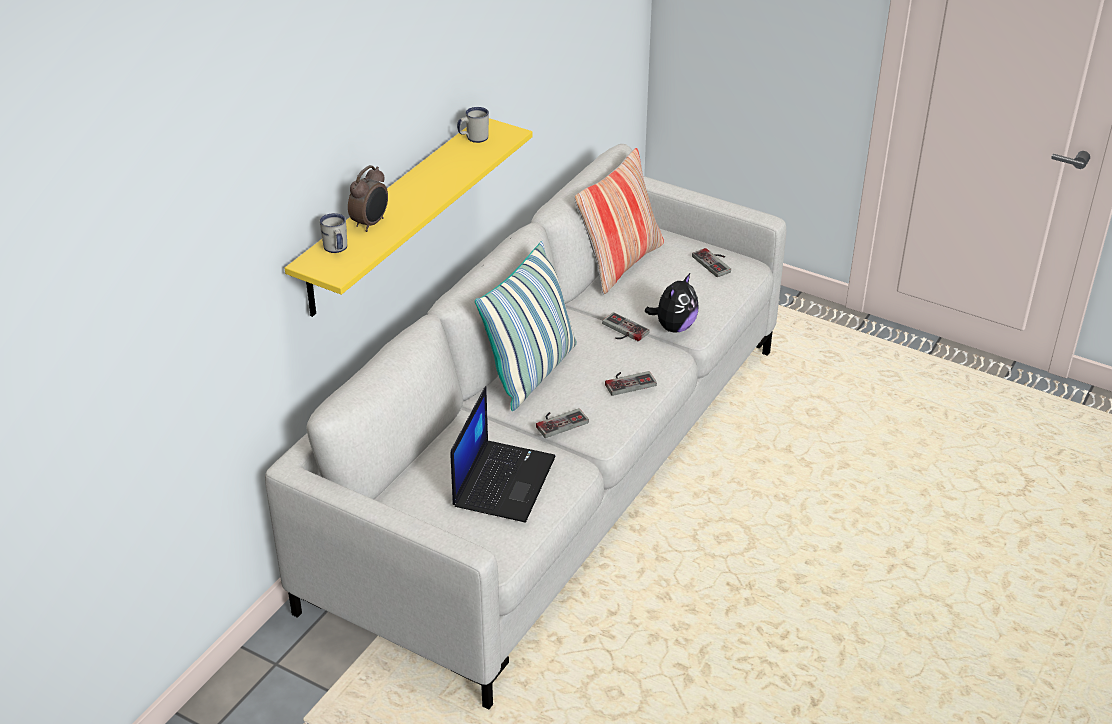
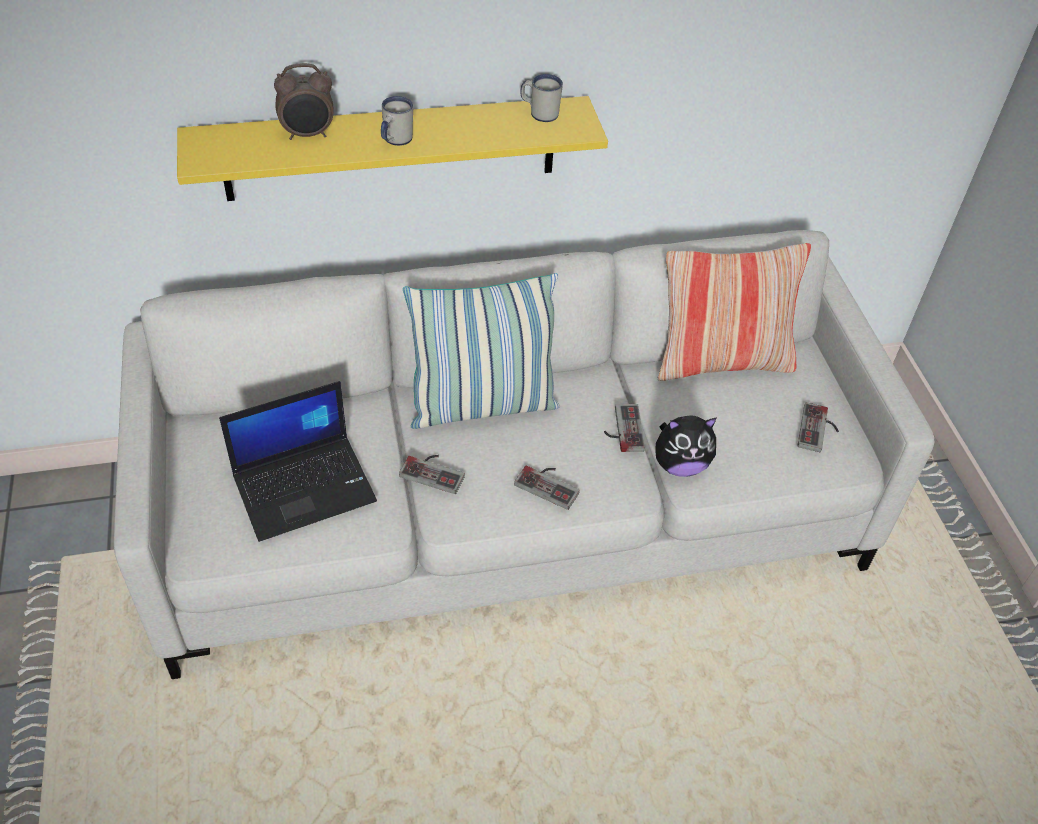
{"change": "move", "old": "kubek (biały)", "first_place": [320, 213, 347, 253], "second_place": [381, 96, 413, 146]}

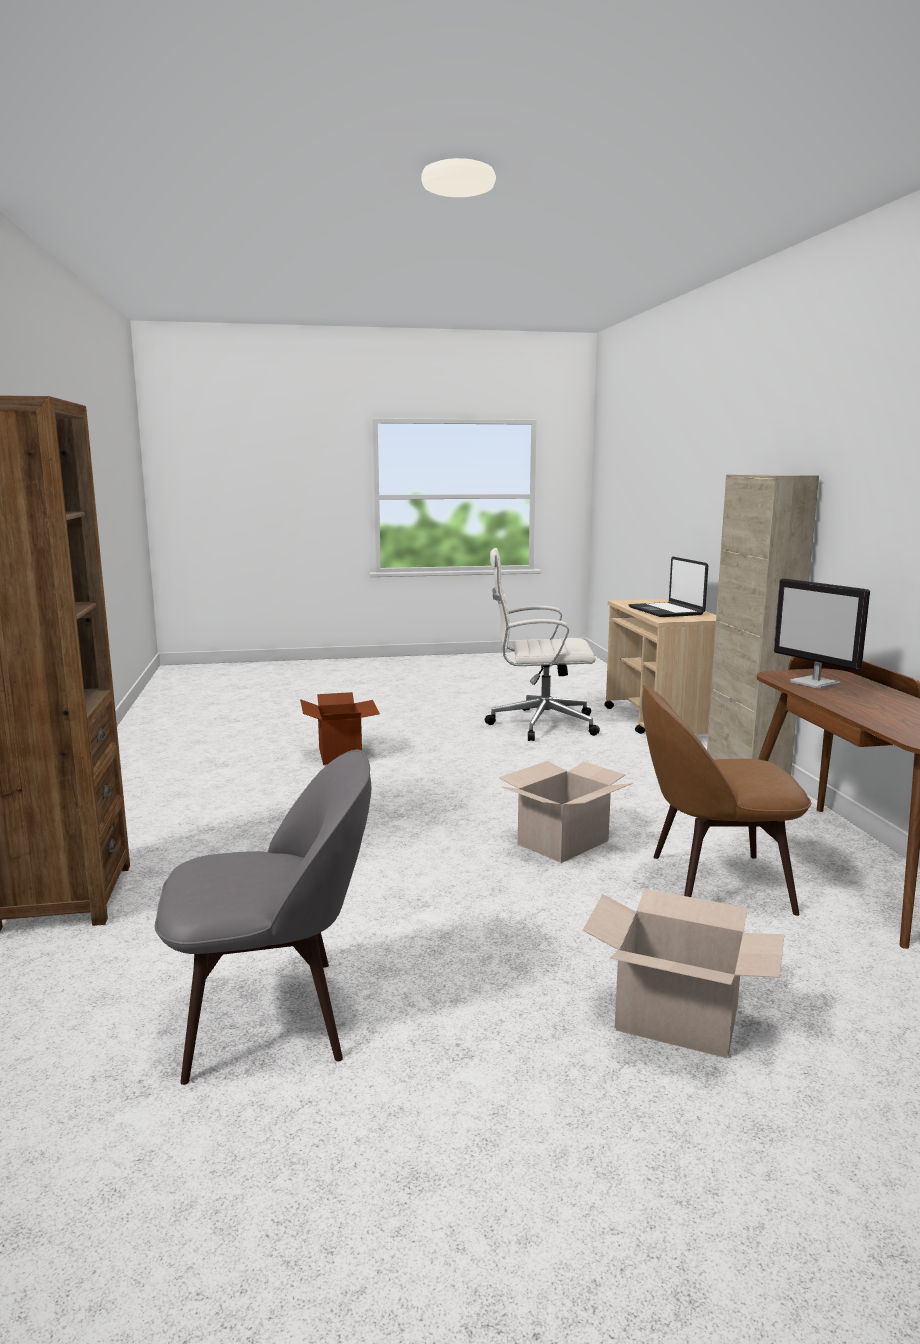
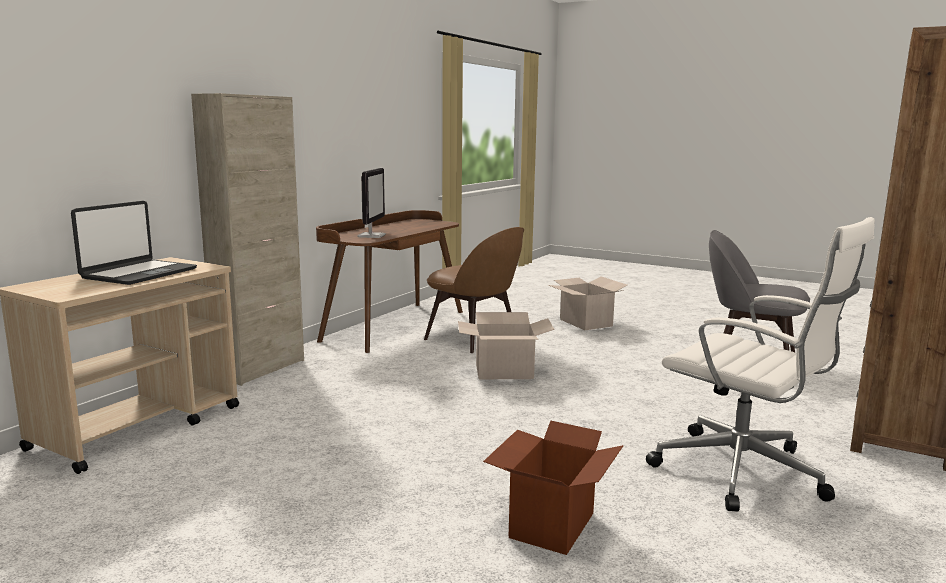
{"change": "move", "old": "krzesło biurowe (biały)", "first_place": [485, 548, 600, 741], "second_place": [646, 217, 875, 511]}

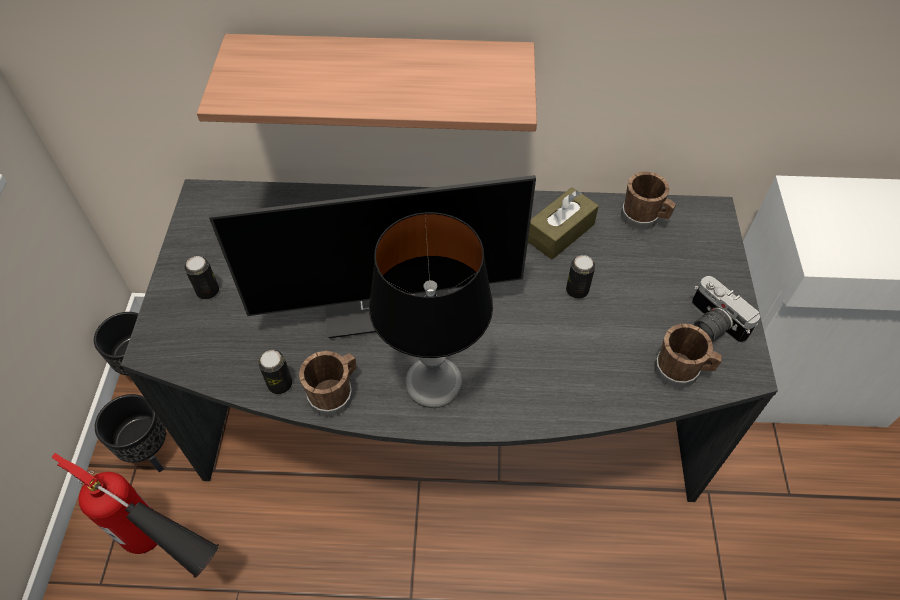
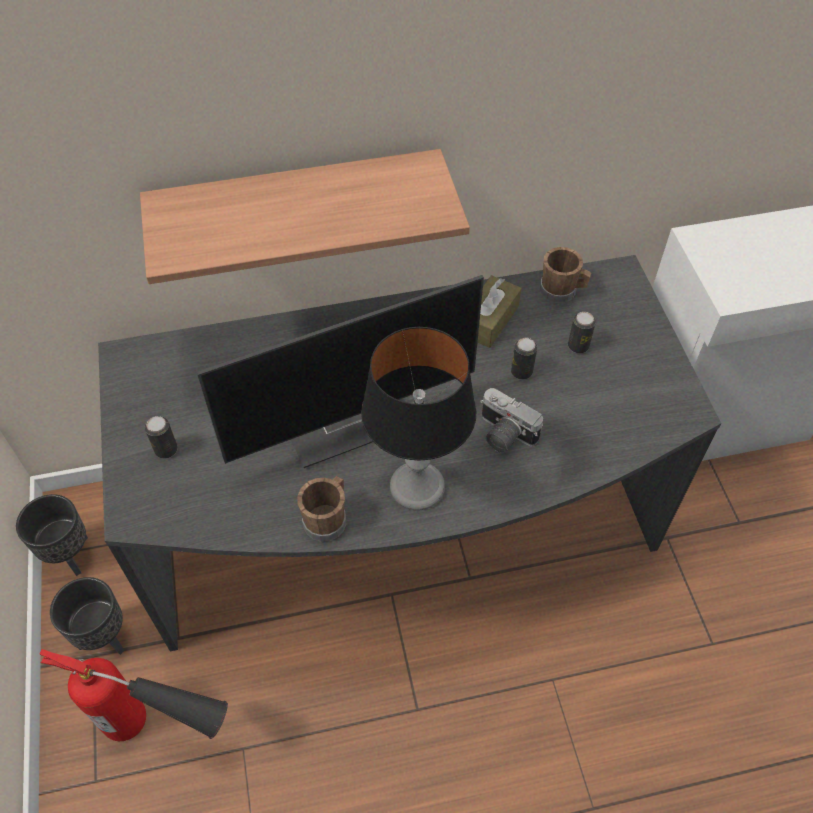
{"change": "delete", "old": "kubek (brązowy)", "first_place": [654, 324, 722, 389]}
{"change": "move", "old": "puszka", "first_place": [258, 350, 292, 394], "second_place": [568, 312, 596, 353]}
{"change": "move", "old": "aparat fotograficzny", "first_place": [692, 276, 760, 344], "second_place": [480, 388, 543, 453]}

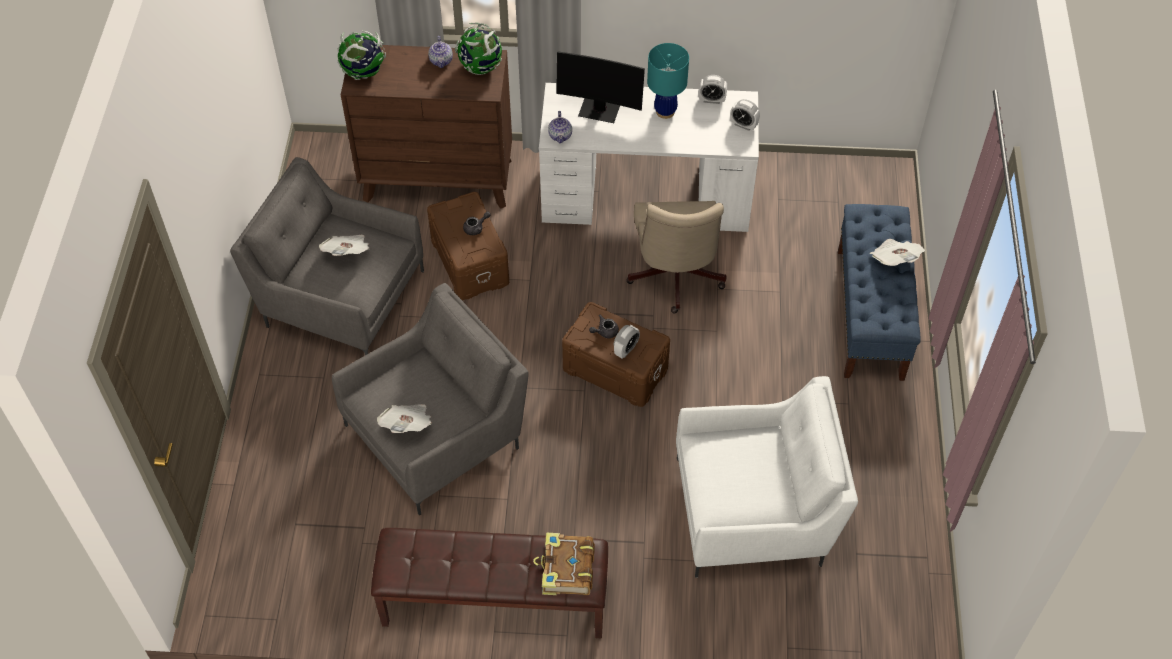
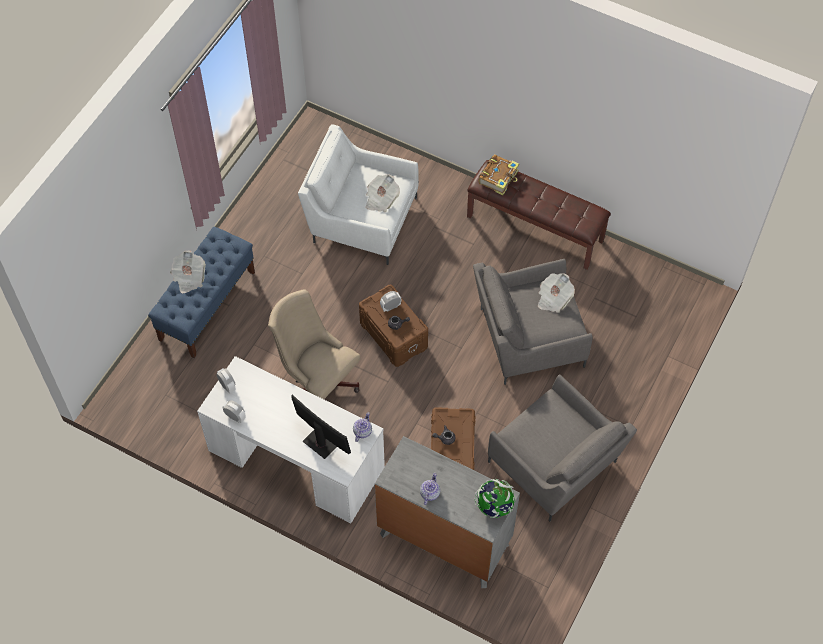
{"change": "delete", "old": "globus", "first_place": [455, 23, 502, 75]}
{"change": "delete", "old": "lampa stołowa (turkusowy)", "first_place": [647, 43, 689, 119]}
{"change": "move", "old": "gazeta", "first_place": [319, 234, 370, 256], "second_place": [366, 174, 400, 212]}
{"change": "recolor", "old": "komoda (brązowy)", "new": "komoda (szary)", "first_place": [341, 45, 512, 209], "second_place": [375, 436, 520, 588]}
{"change": "rotate", "old": "krzesło biurowe (beżowy)", "first_place": [626, 201, 727, 313], "second_place": [268, 289, 360, 400], "degrees": -75}

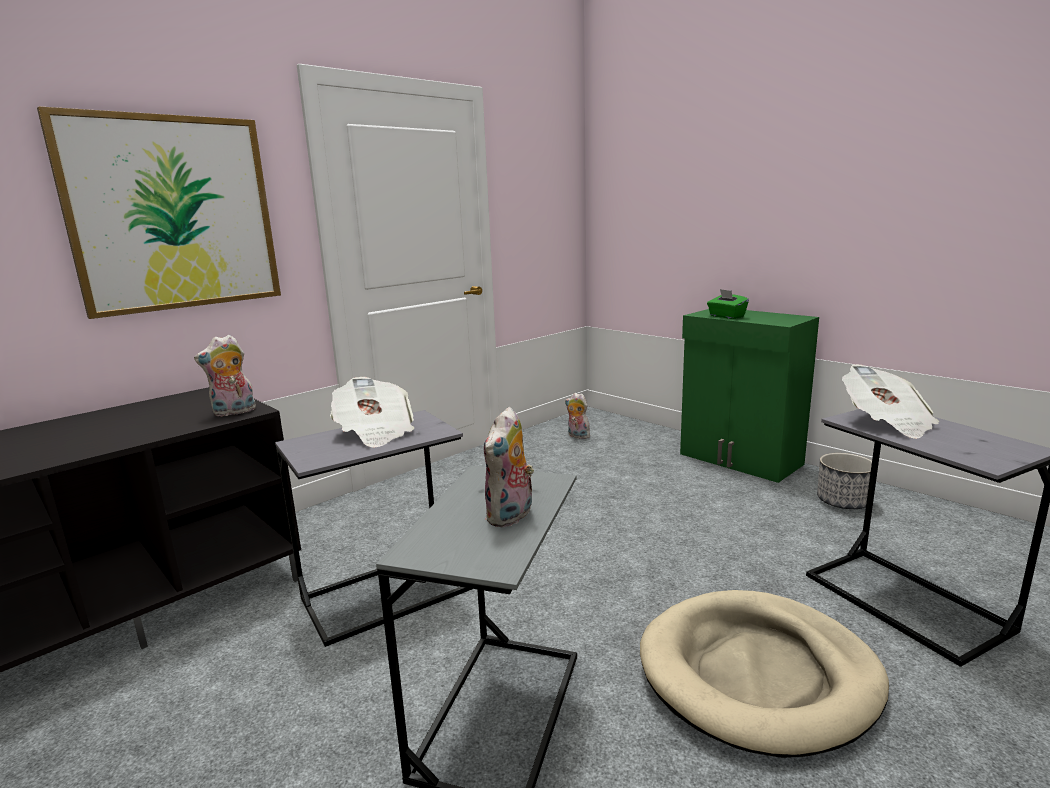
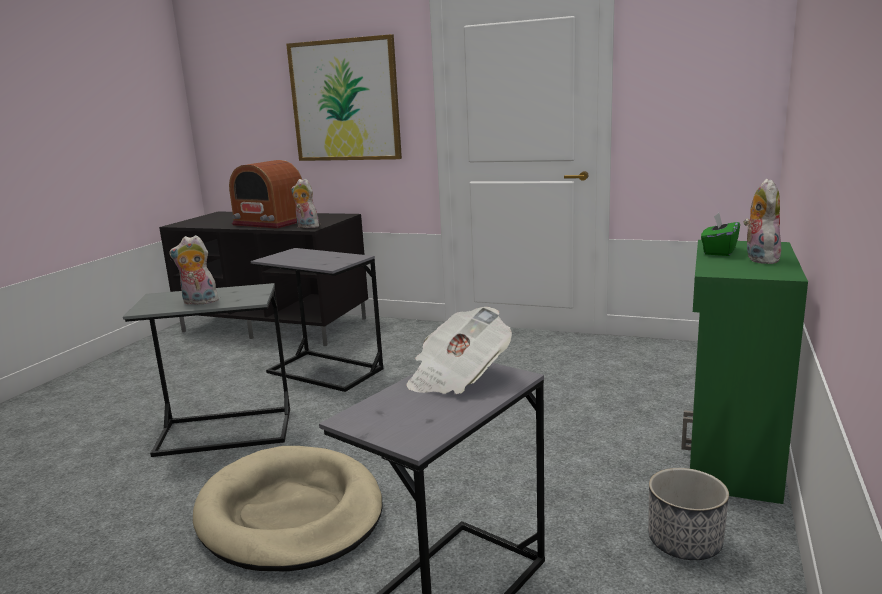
{"change": "delete", "old": "gazeta", "first_place": [330, 377, 414, 448]}
{"change": "insert", "new": "radio", "second_place": [229, 160, 302, 229]}
{"change": "move", "old": "pluszak", "first_place": [565, 393, 590, 439], "second_place": [743, 179, 781, 264]}

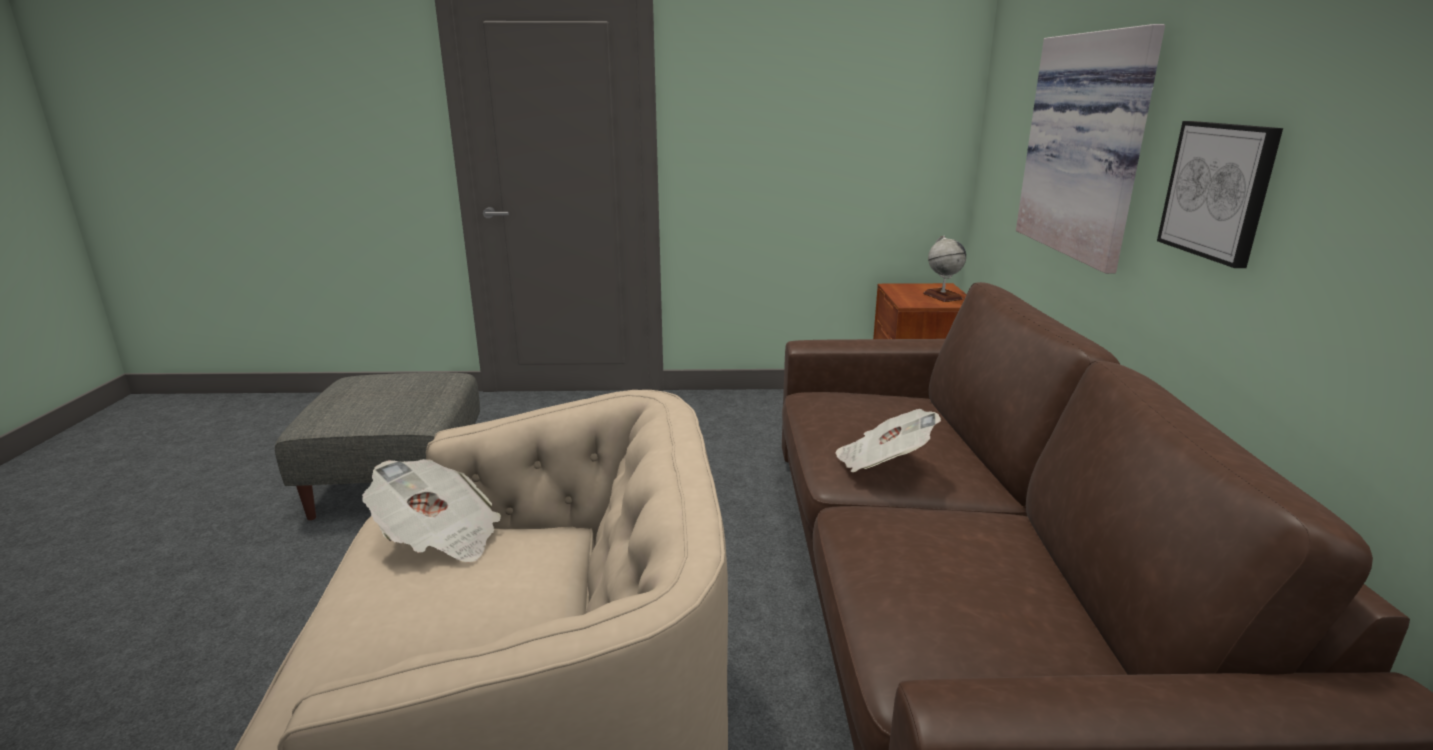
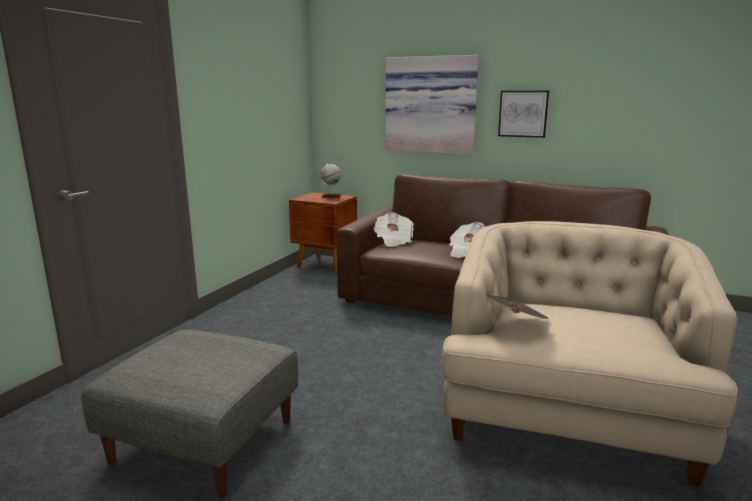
{"change": "insert", "new": "gazeta", "second_place": [373, 212, 414, 247]}

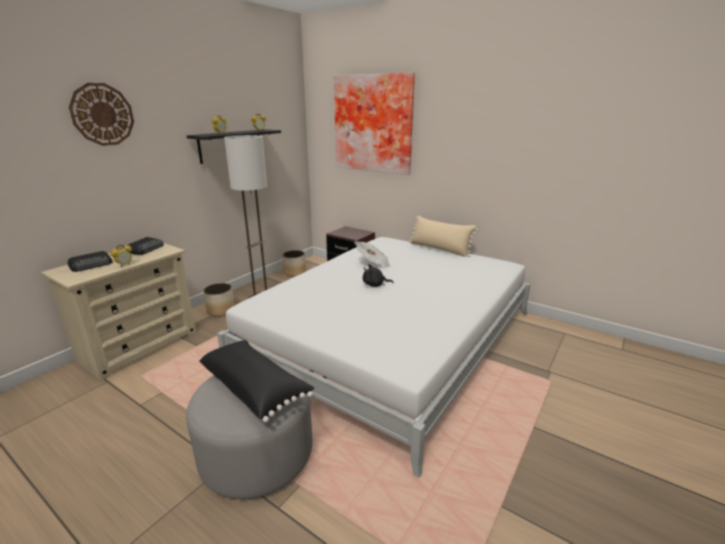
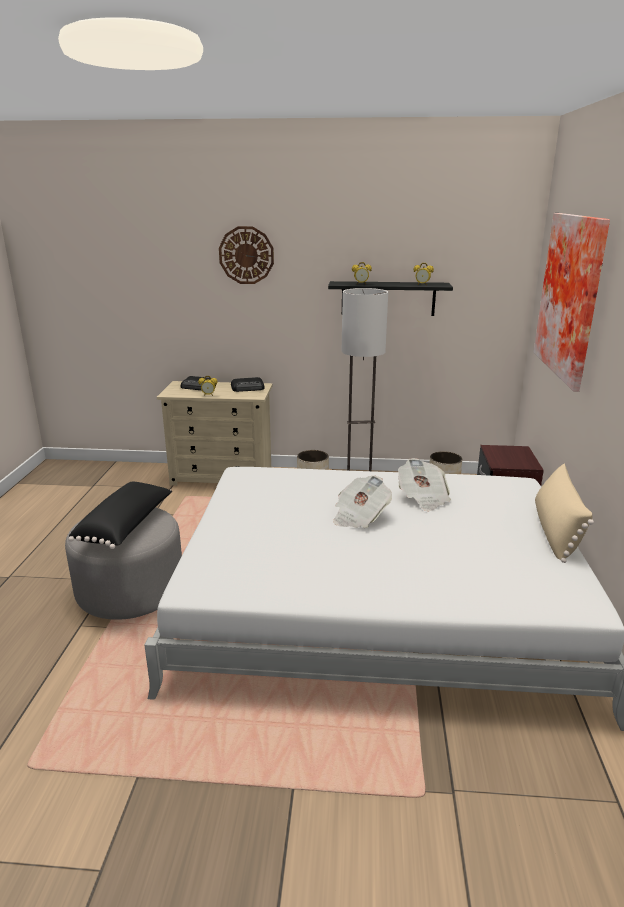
{"change": "replace", "old": "pluszak (czarny)", "new": "gazeta", "first_place": [363, 264, 393, 287], "second_place": [333, 475, 392, 528]}

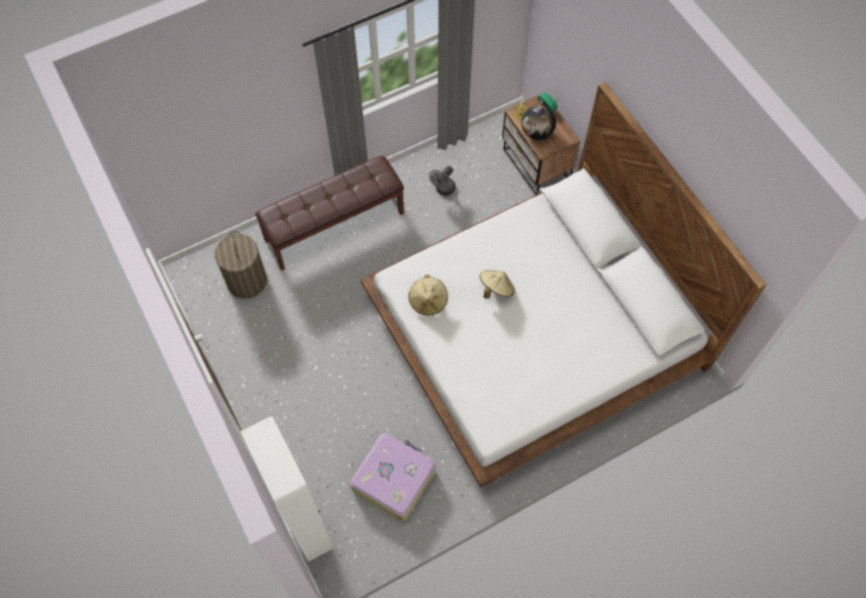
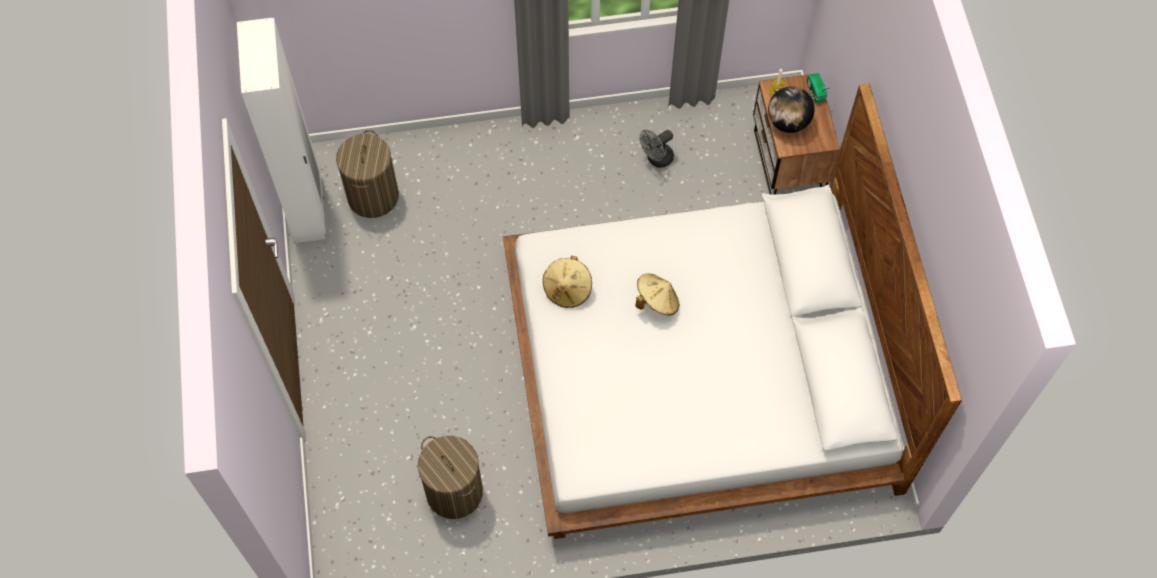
{"change": "delete", "old": "ławka (brązowy)", "first_place": [255, 156, 404, 271]}
{"change": "move", "old": "szafa (biały)", "first_place": [240, 416, 333, 562], "second_place": [237, 18, 326, 243]}
{"change": "replace", "old": "walizka", "new": "kosz na pranie", "first_place": [350, 433, 436, 521], "second_place": [418, 436, 483, 519]}

